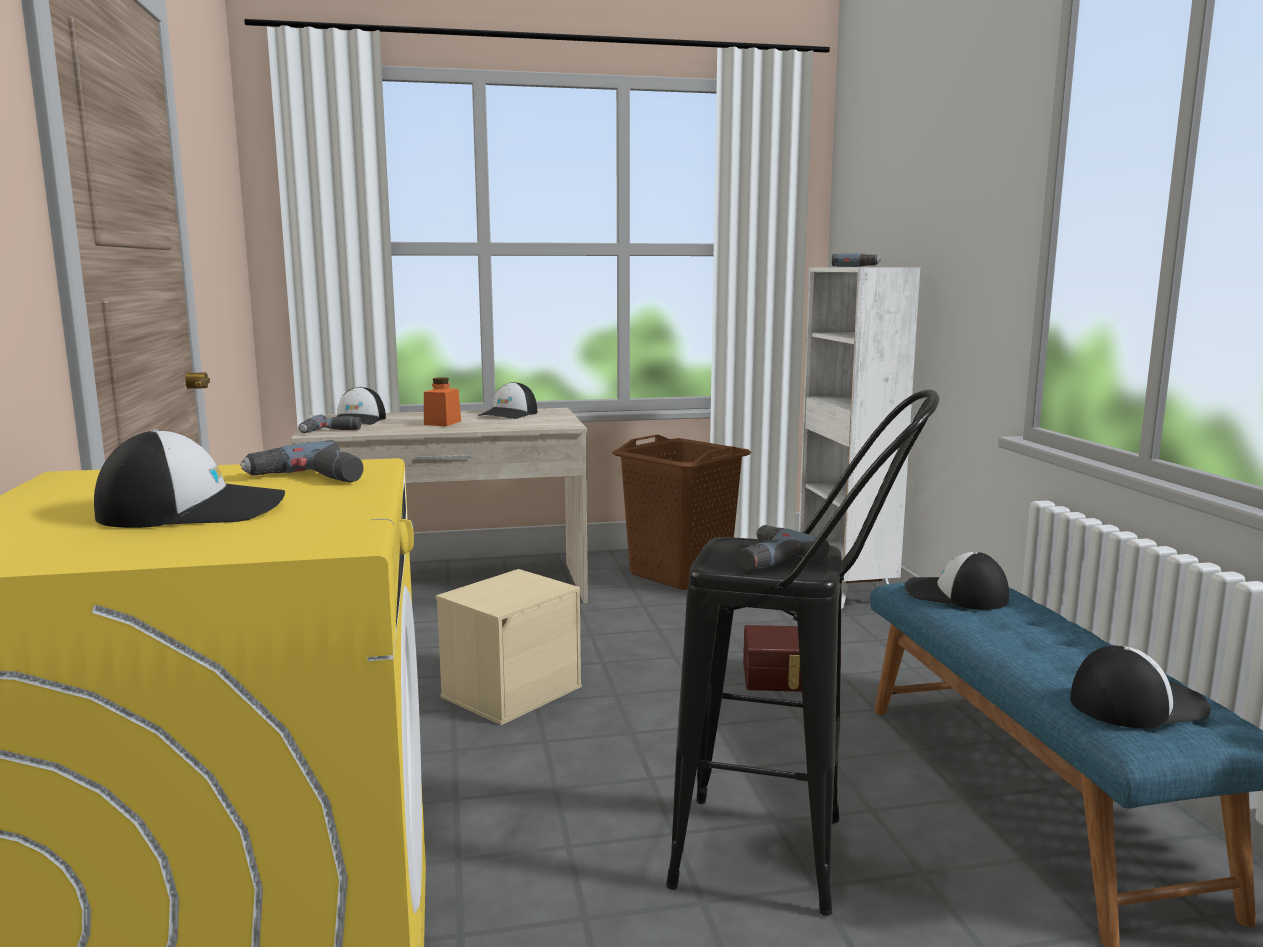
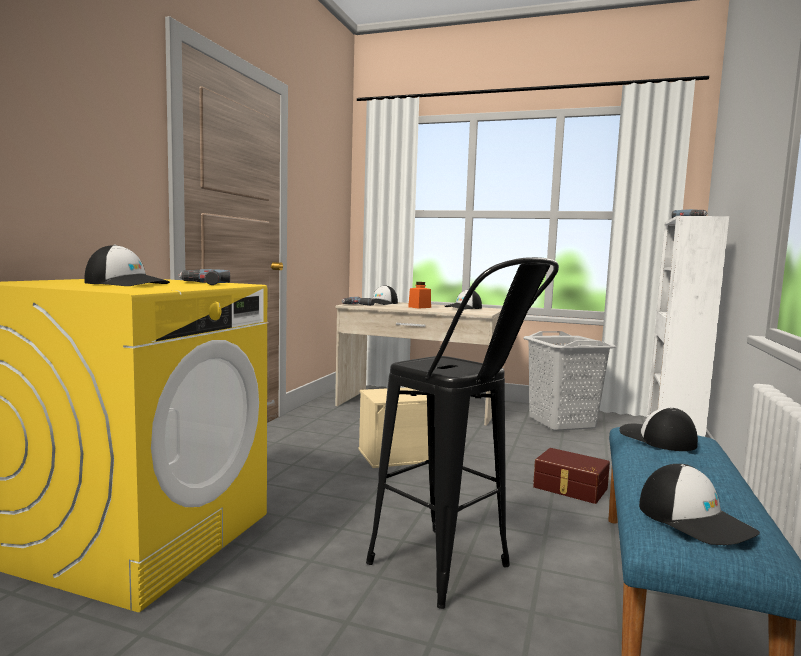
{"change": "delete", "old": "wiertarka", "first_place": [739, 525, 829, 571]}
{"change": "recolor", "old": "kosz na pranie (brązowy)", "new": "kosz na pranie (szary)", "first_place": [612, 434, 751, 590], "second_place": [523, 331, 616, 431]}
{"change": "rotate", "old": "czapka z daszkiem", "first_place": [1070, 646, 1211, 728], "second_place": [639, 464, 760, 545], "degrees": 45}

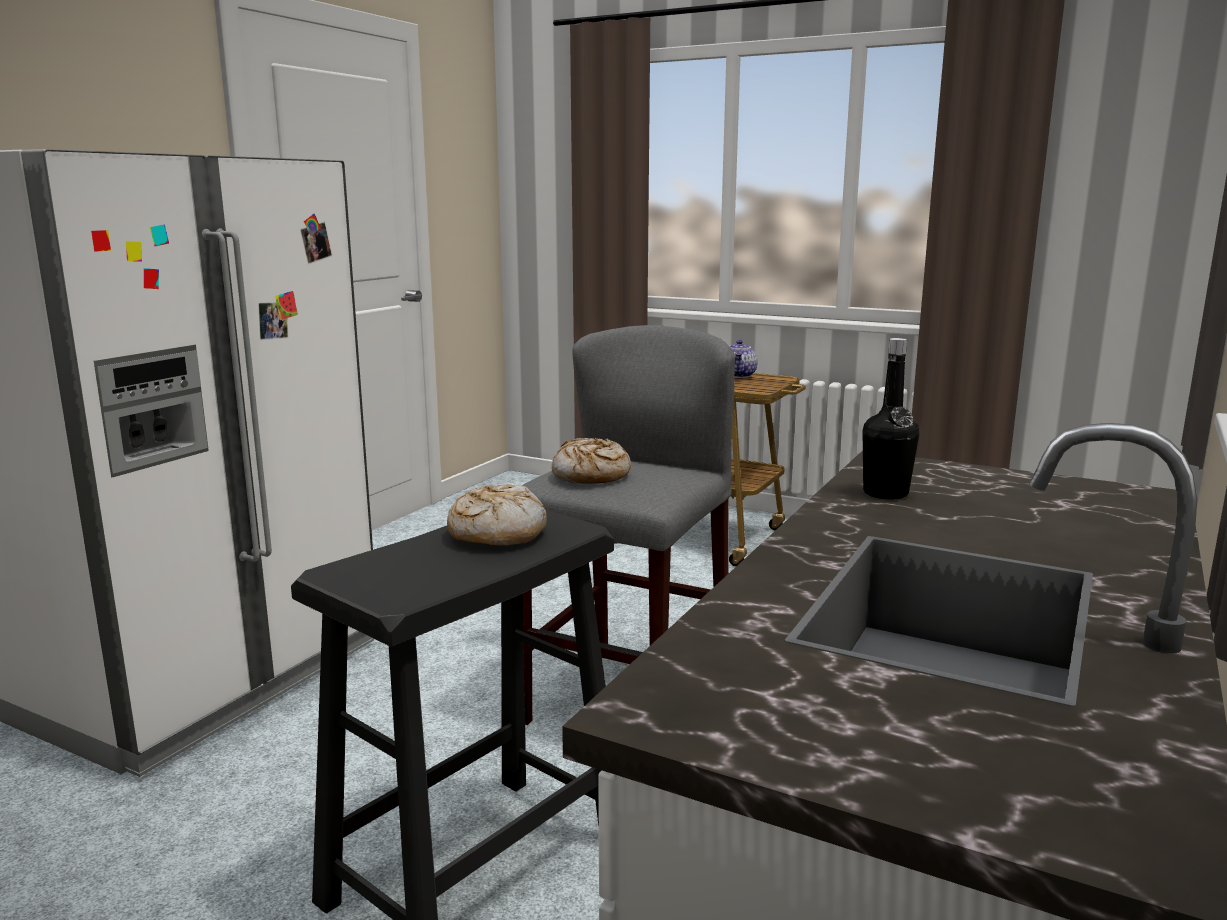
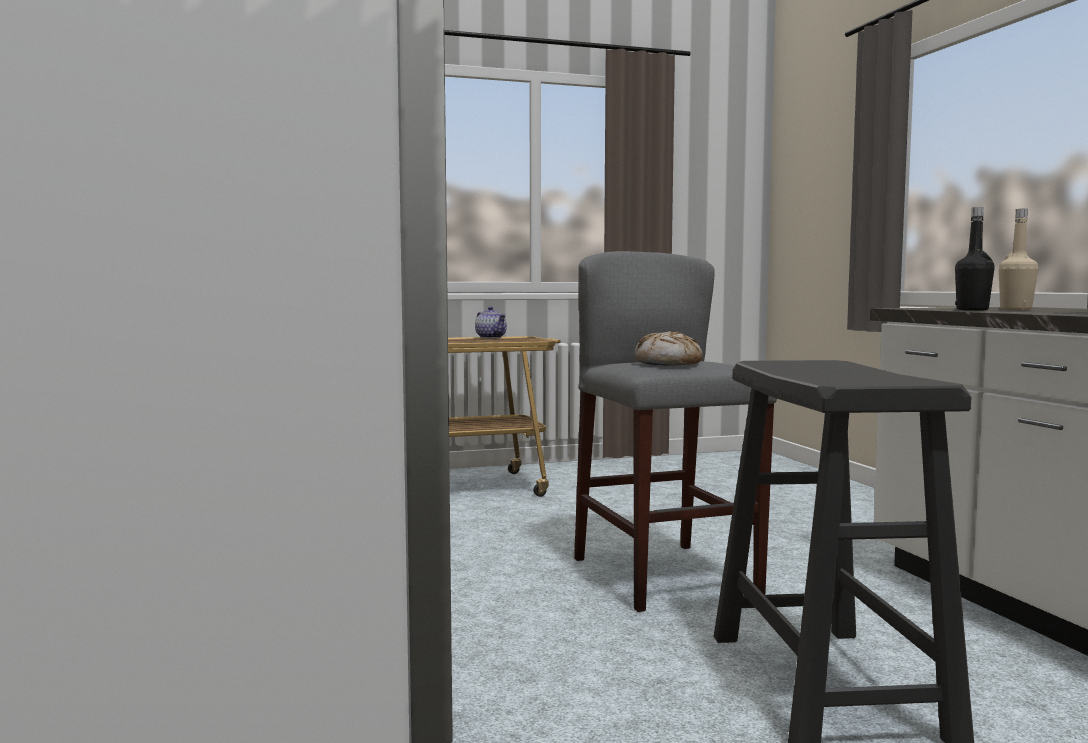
{"change": "delete", "old": "chleb", "first_place": [447, 484, 547, 546]}
{"change": "insert", "new": "butelka (beżowy)", "second_place": [999, 209, 1038, 310]}

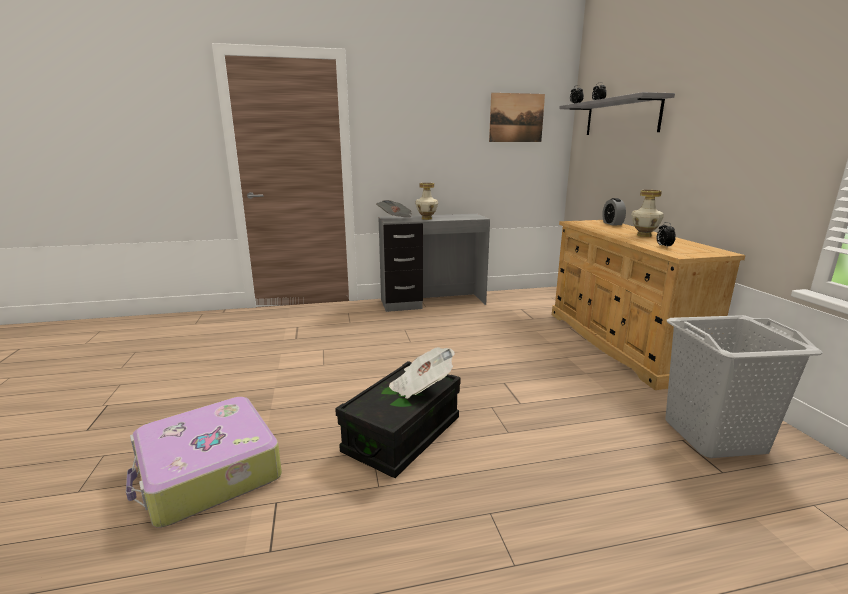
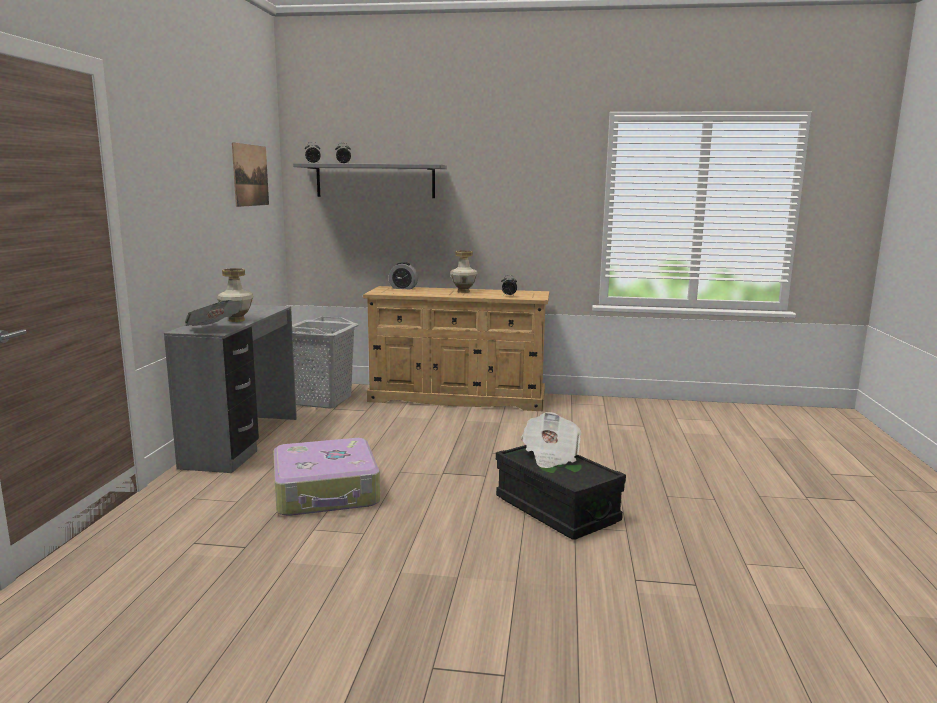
{"change": "move", "old": "walizka", "first_place": [126, 397, 282, 528], "second_place": [273, 438, 380, 516]}
{"change": "move", "old": "kosz na pranie (szary)", "first_place": [665, 315, 823, 458], "second_place": [292, 316, 359, 409]}

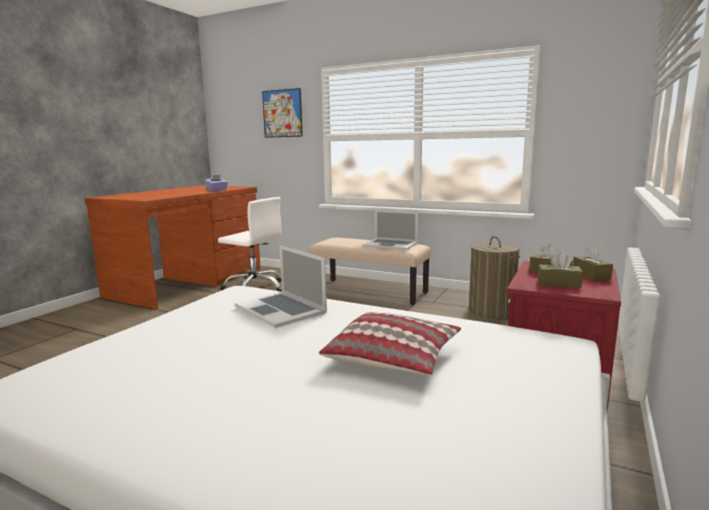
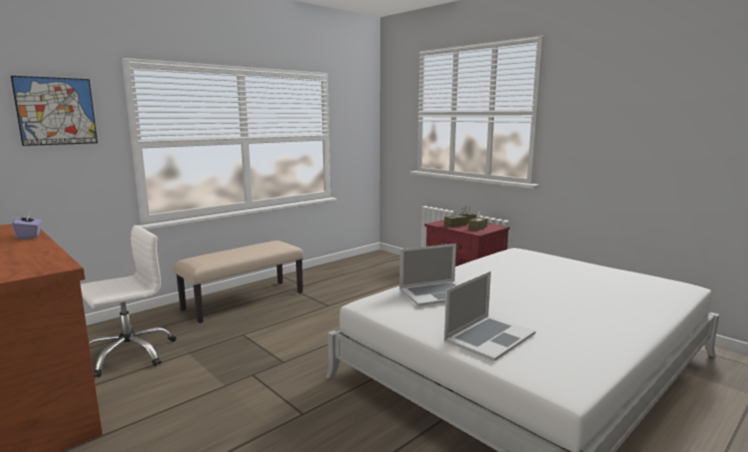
{"change": "delete", "old": "poduszka", "first_place": [319, 312, 461, 375]}
{"change": "delete", "old": "kosz na pranie", "first_place": [469, 236, 520, 319]}
{"change": "move", "old": "laptop", "first_place": [362, 210, 418, 250], "second_place": [444, 271, 536, 361]}

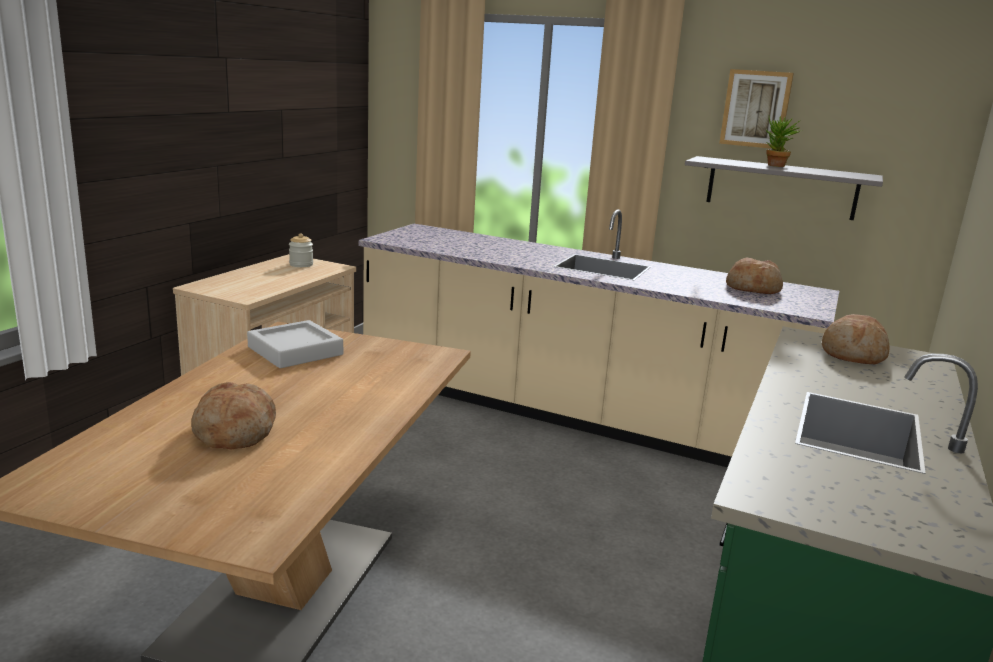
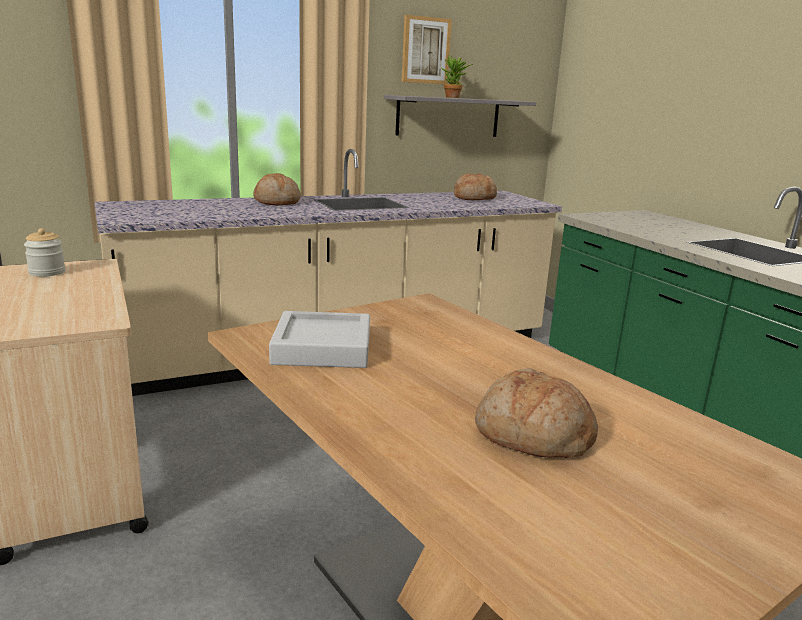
{"change": "move", "old": "chleb", "first_place": [822, 314, 890, 364], "second_place": [253, 173, 301, 205]}

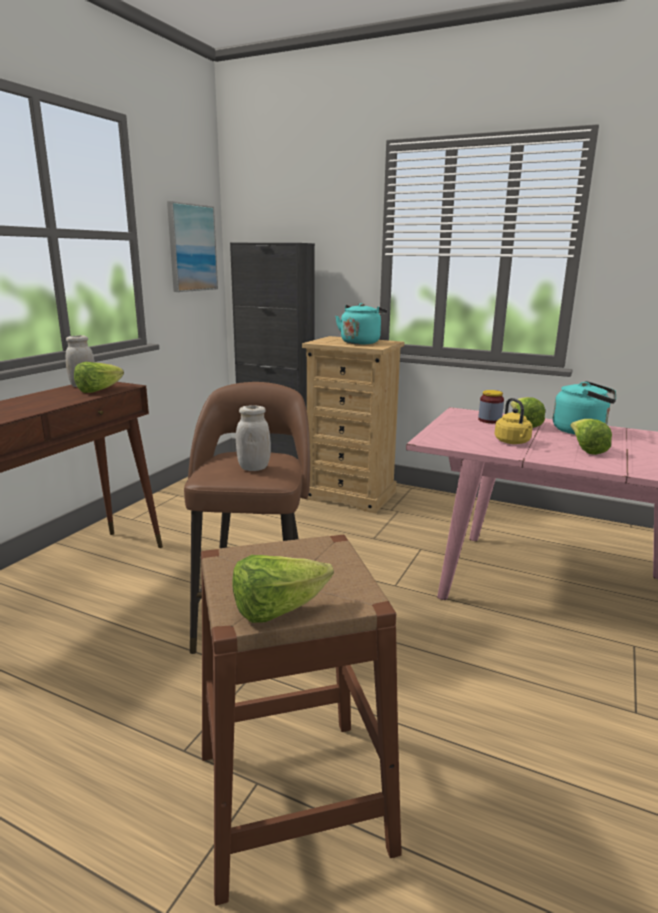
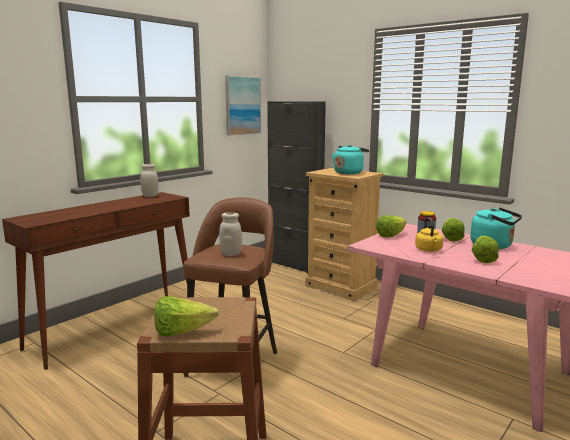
{"change": "move", "old": "sałata", "first_place": [74, 362, 124, 393], "second_place": [376, 215, 406, 237]}

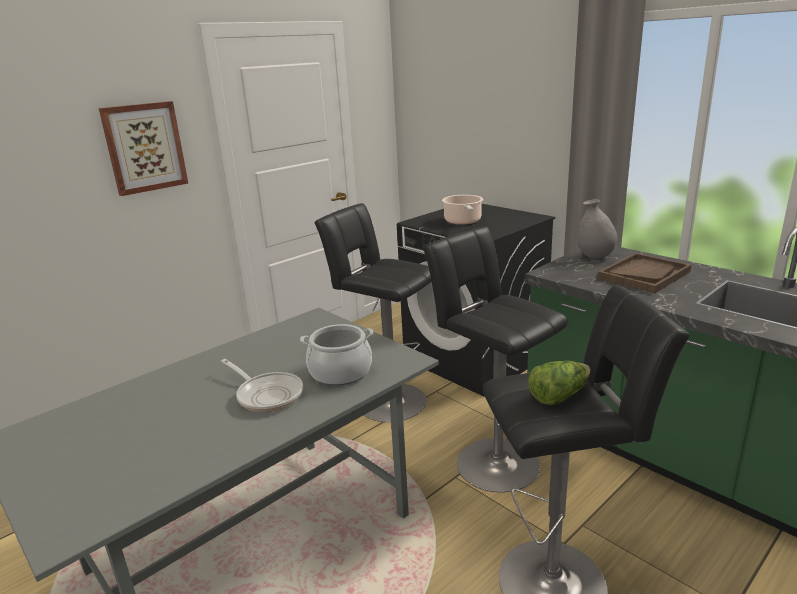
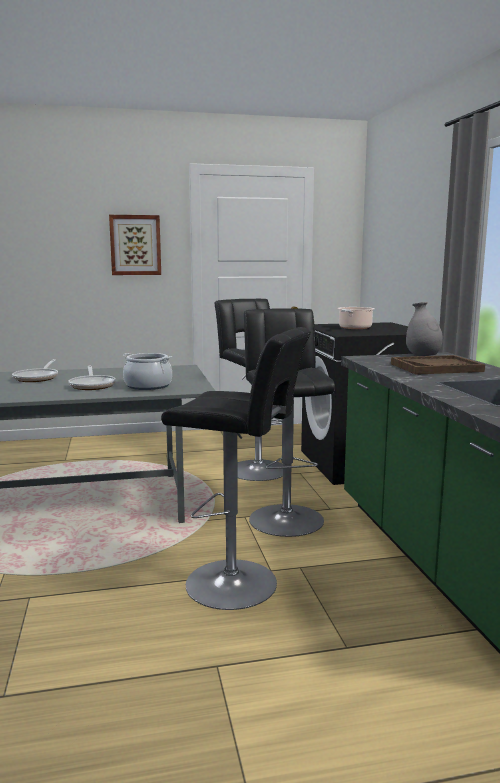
{"change": "delete", "old": "sałata", "first_place": [528, 361, 591, 405]}
{"change": "insert", "new": "patelnia", "second_place": [12, 359, 58, 382]}

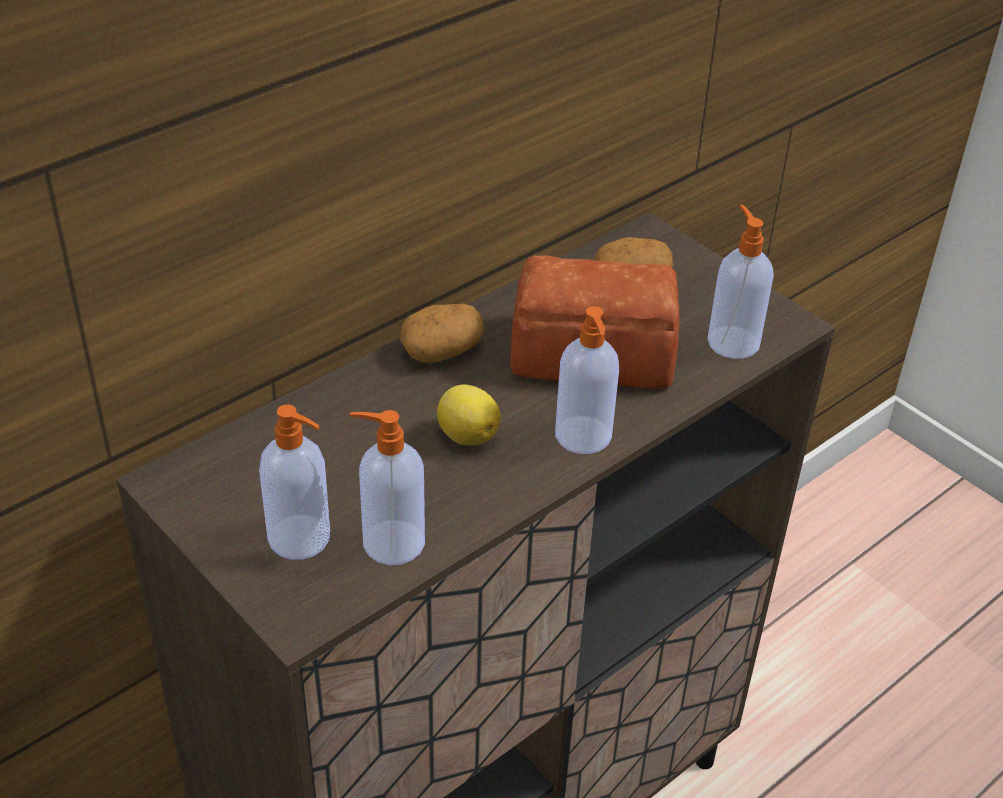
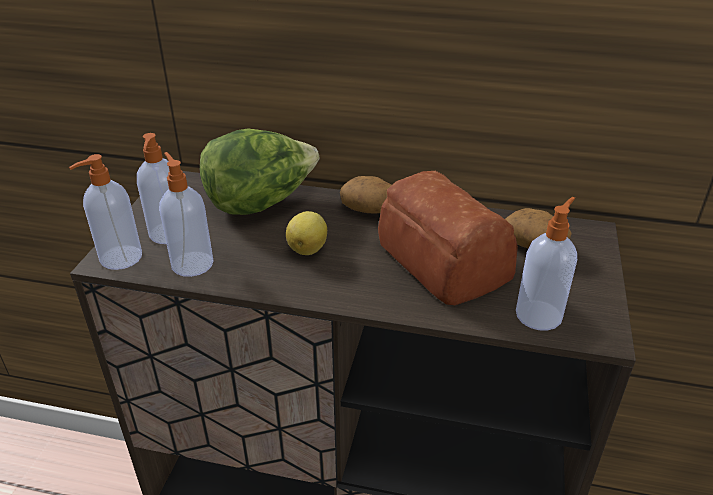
{"change": "insert", "new": "sałata", "second_place": [200, 128, 319, 215]}
{"change": "move", "old": "dozownik mydła", "first_place": [555, 306, 619, 454], "second_place": [69, 154, 142, 270]}

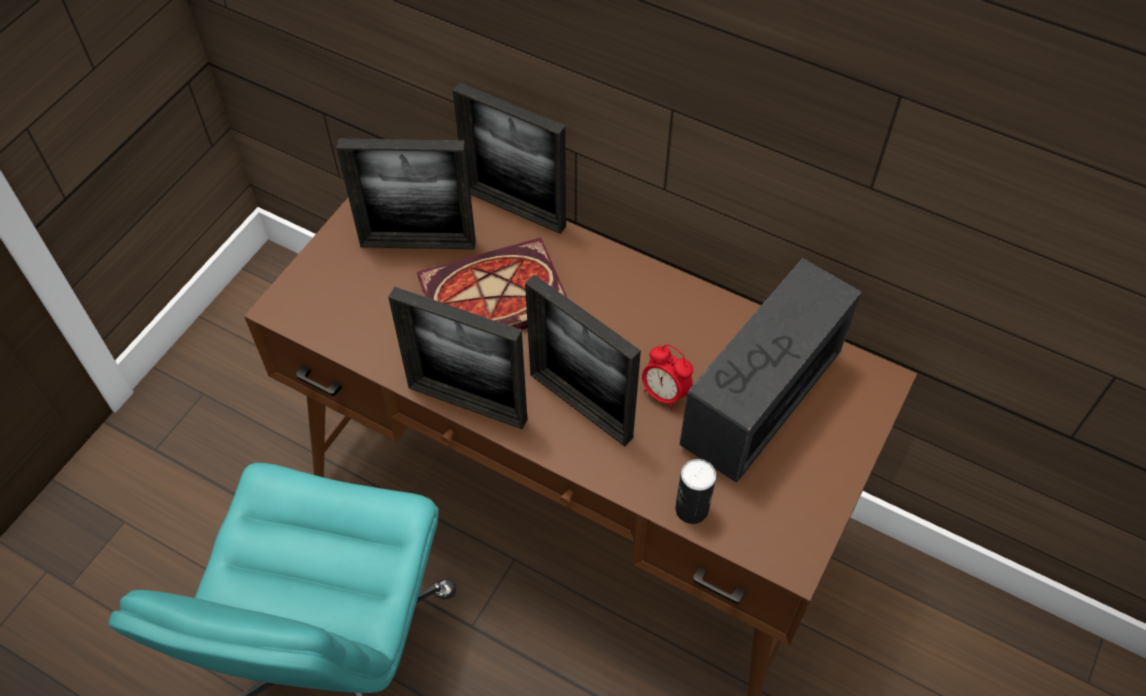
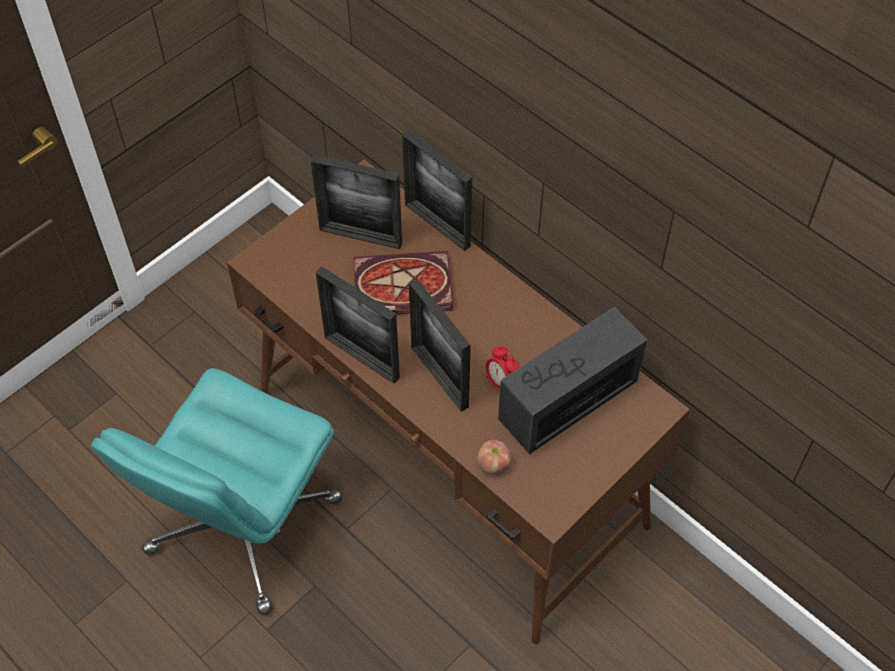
{"change": "replace", "old": "puszka", "new": "jabłko", "first_place": [675, 459, 716, 524], "second_place": [477, 440, 511, 475]}

